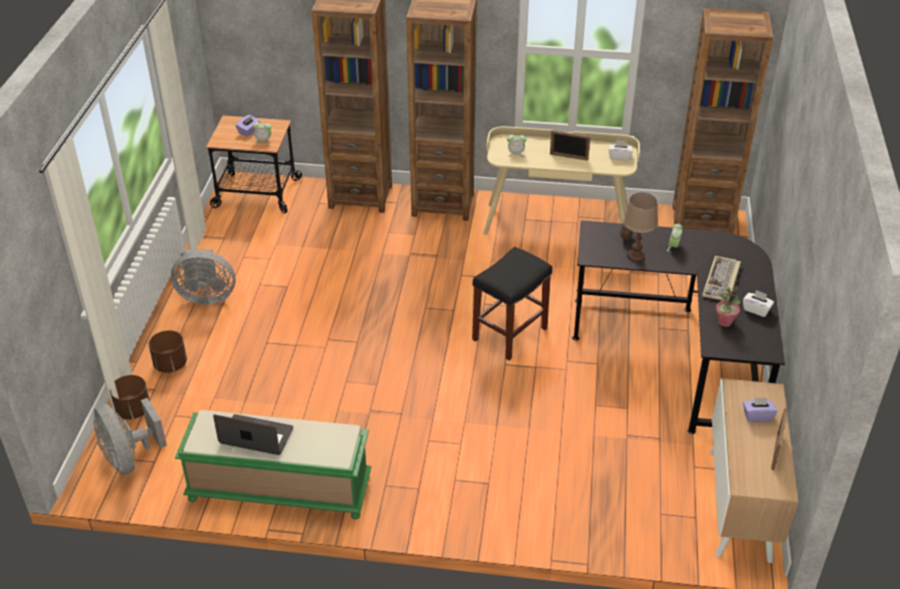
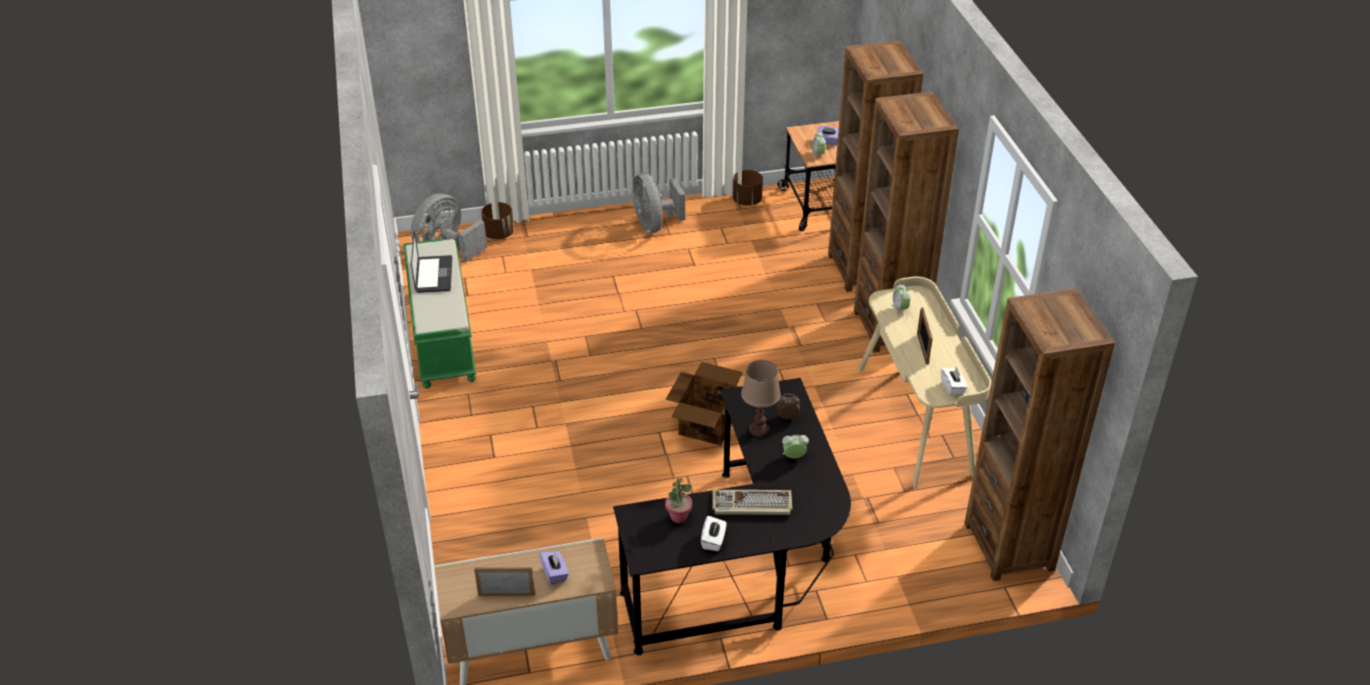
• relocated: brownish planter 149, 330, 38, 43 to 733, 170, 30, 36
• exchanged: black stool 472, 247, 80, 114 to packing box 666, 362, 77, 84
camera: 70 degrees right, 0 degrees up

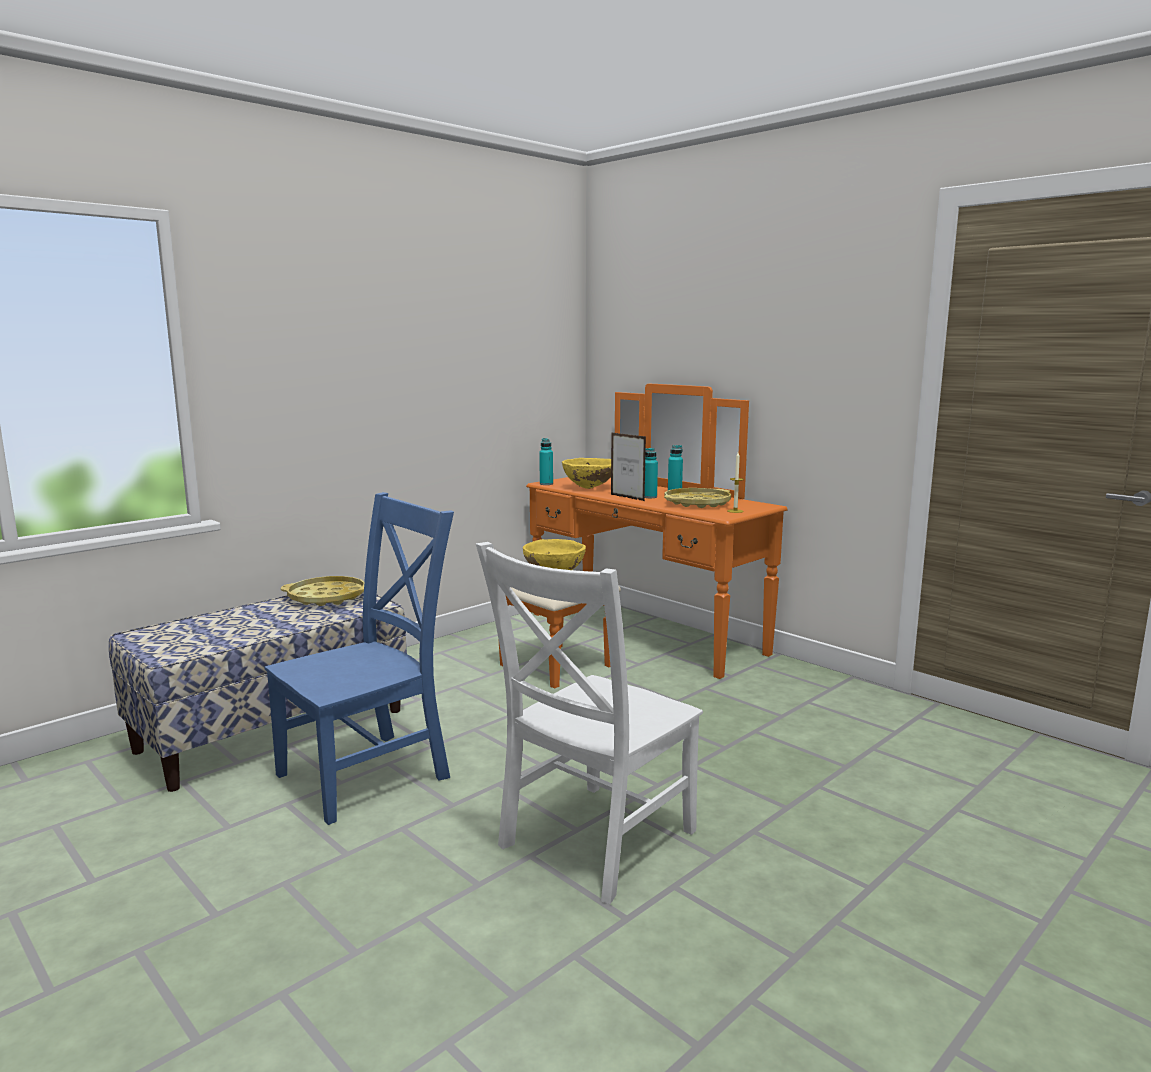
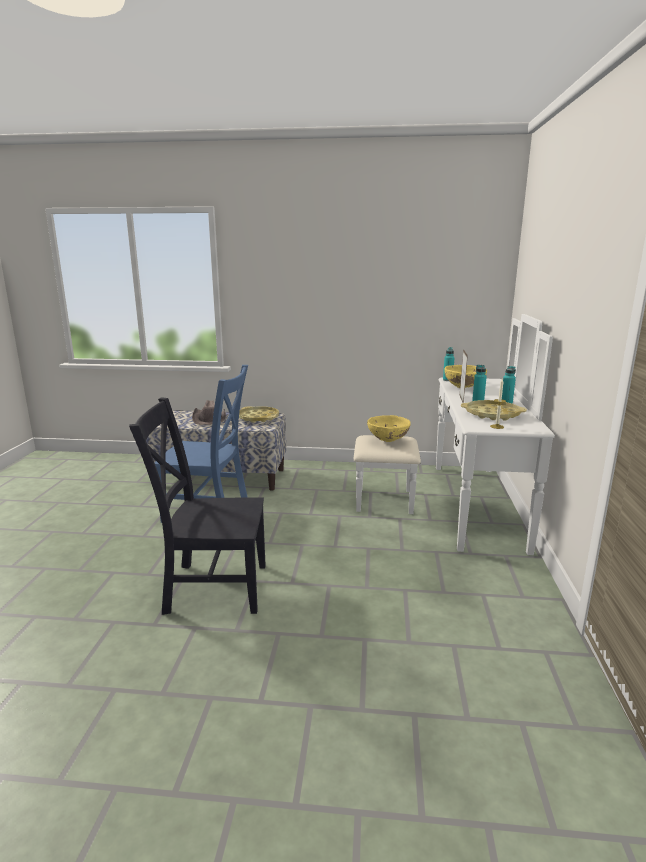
• colour: whitish chair 476, 542, 227, 362 to black chair 129, 397, 137, 218
• colour: orangey chest of drawers 498, 384, 289, 305 to whitish chest of drawers 354, 314, 201, 241
• appeared: brownish wearable hat 192, 400, 34, 25
camera: 50 degrees right, 5 degrees up

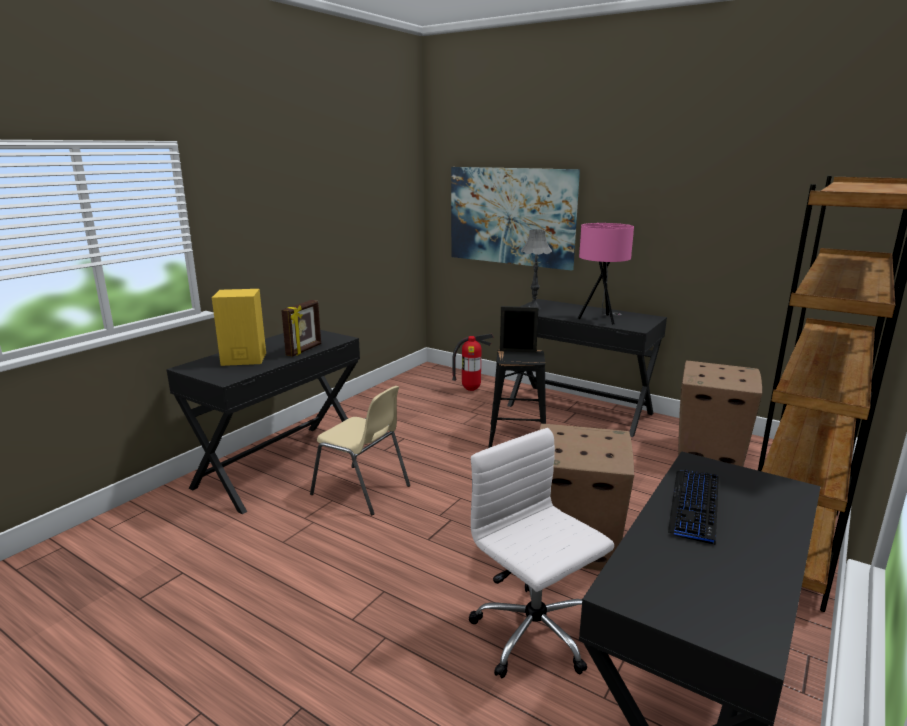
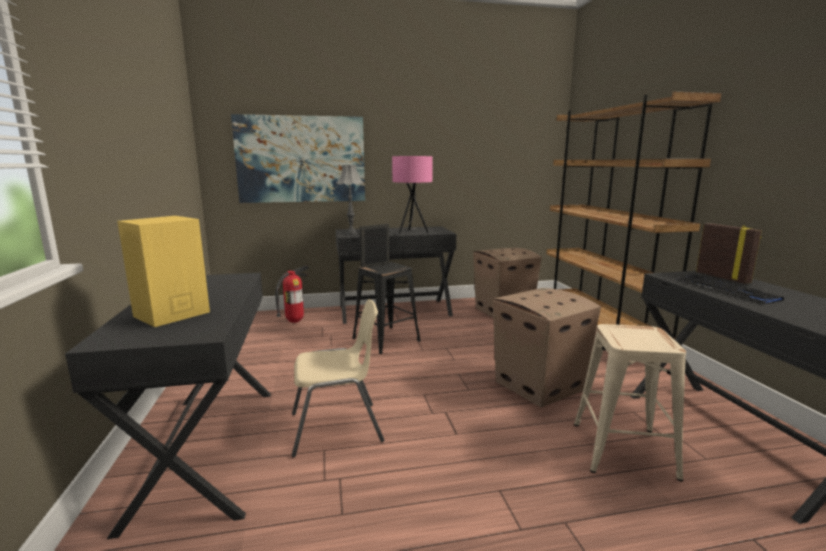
• relocated: picture frame 281, 300, 40, 57 to 696, 223, 66, 61
• exchanged: whitish office chair 468, 428, 146, 250 to beige stool 574, 324, 112, 157
camera: 45 degrees left, 5 degrees down

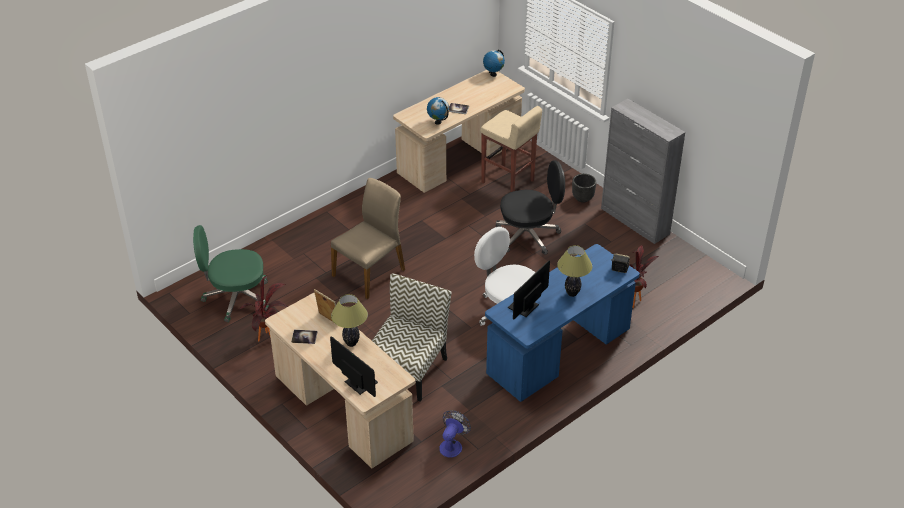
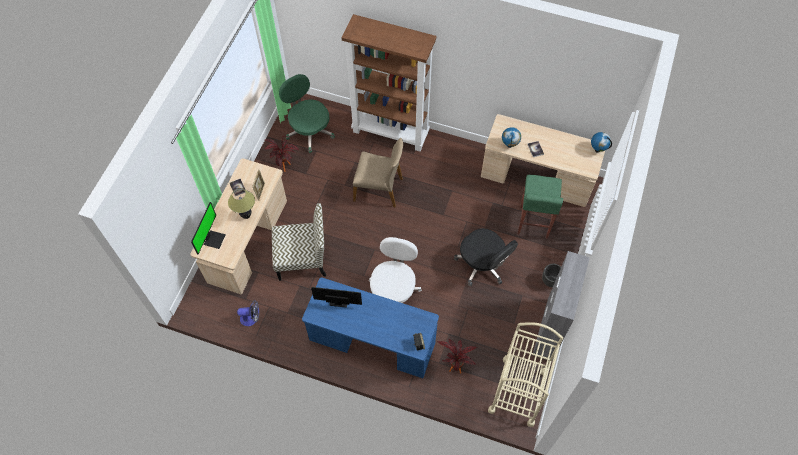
• colour: beige stool 480, 106, 62, 86 to greenish stool 517, 175, 46, 64
• missing: lamp for a table 557, 245, 35, 52
• appeared: brownish bookcase 342, 14, 94, 138
• appeared: beige wheeled cart 488, 322, 75, 105
camera: 60 degrees right, 20 degrees up

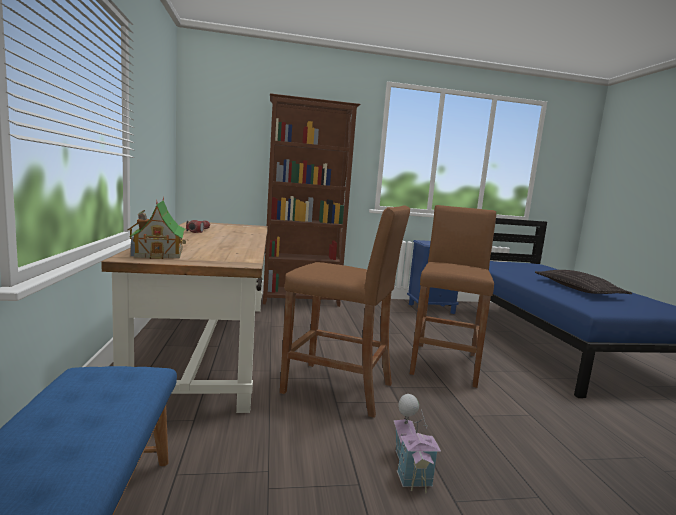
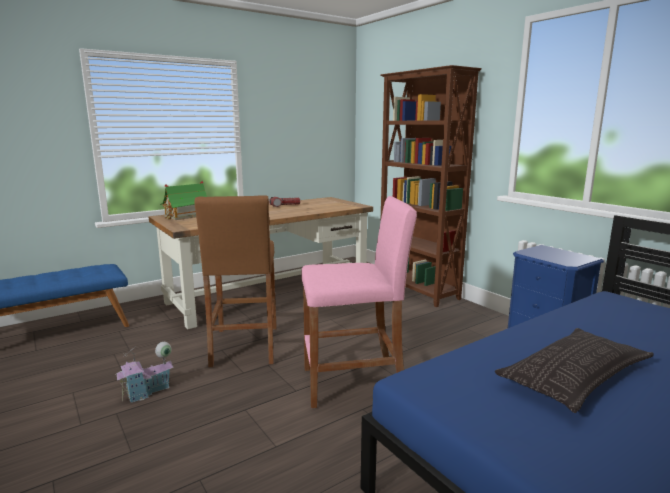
• colour: brownish stool 410, 205, 86, 183 to pinkish stool 301, 196, 116, 212
camera: 65 degrees right, 5 degrees up

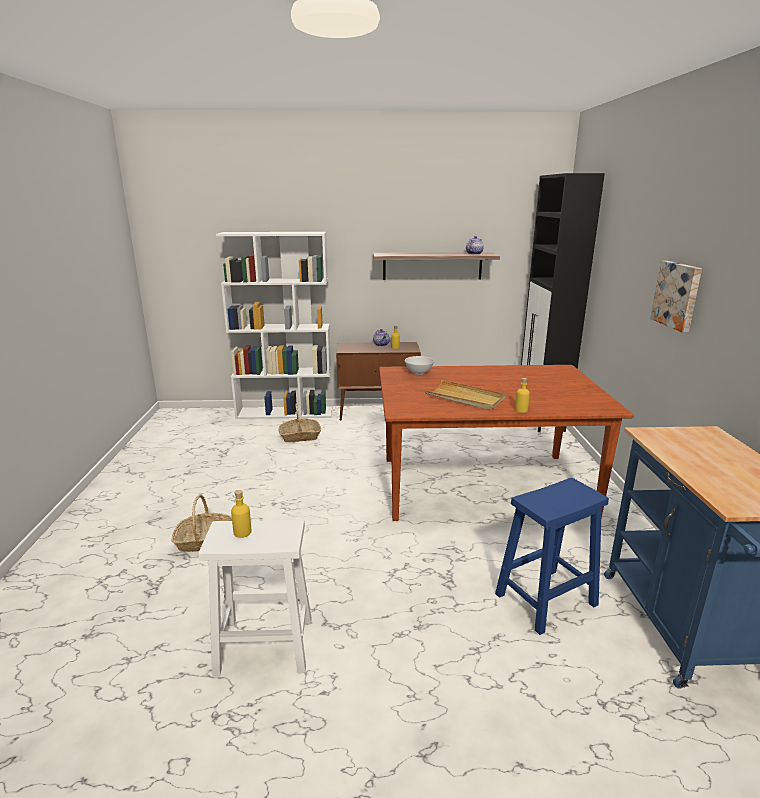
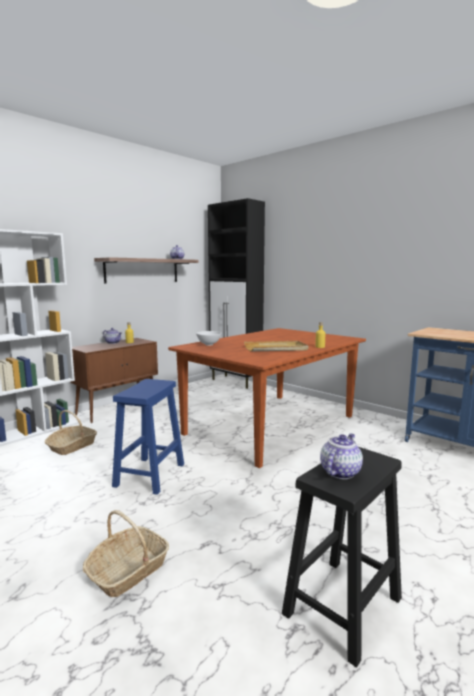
• colour: whitish stool 198, 519, 114, 157 to black stool 282, 447, 120, 221
• exchanged: yellowish drink bottle 231, 490, 21, 48 to tea pot 320, 433, 43, 46
• relocated: blue-coloured stool 495, 478, 114, 157 to 112, 379, 72, 116
• missing: wall art 650, 261, 52, 71
camera: 45 degrees left, 10 degrees down

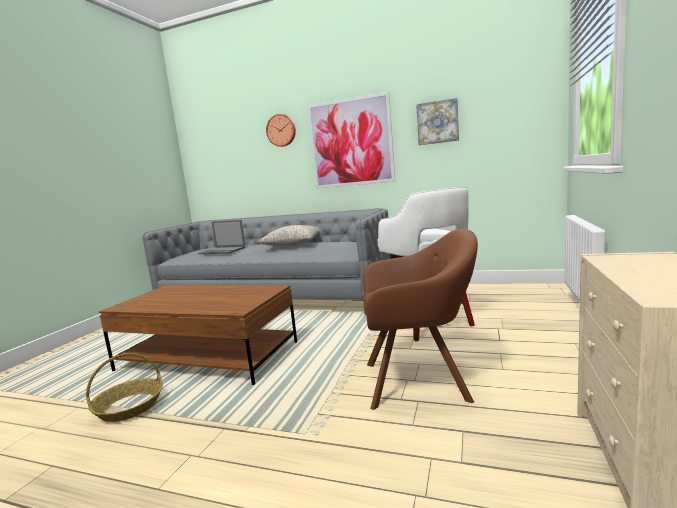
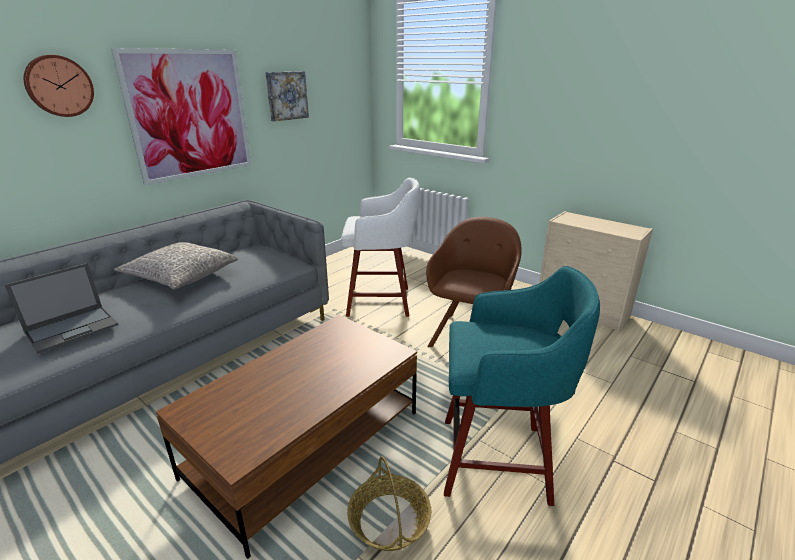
• appeared: turquoise stool 444, 266, 156, 240
camera: 70 degrees left, 15 degrees up

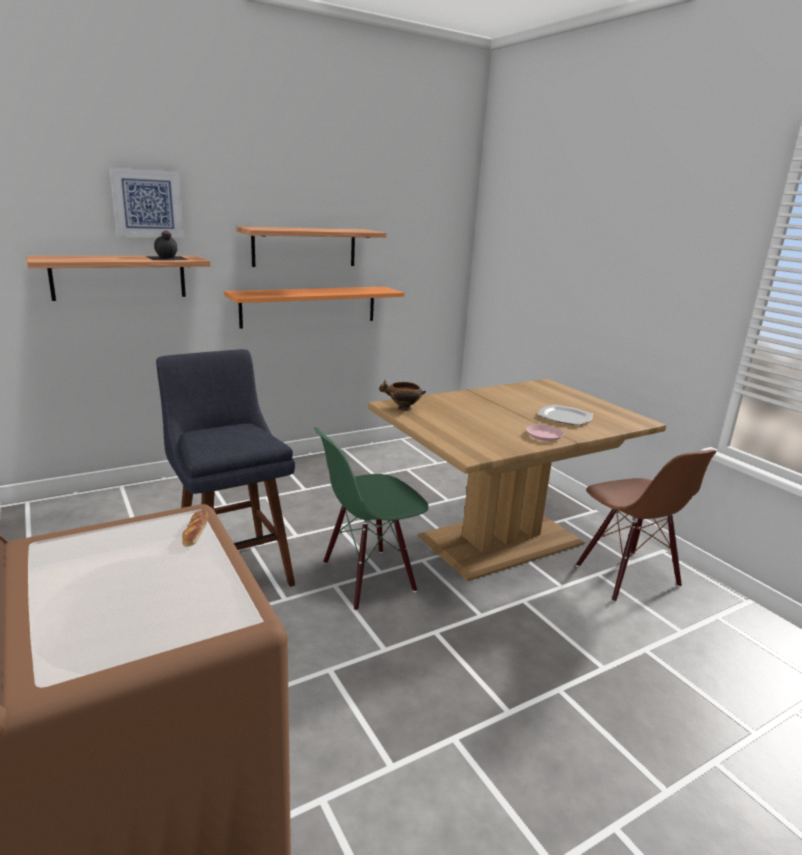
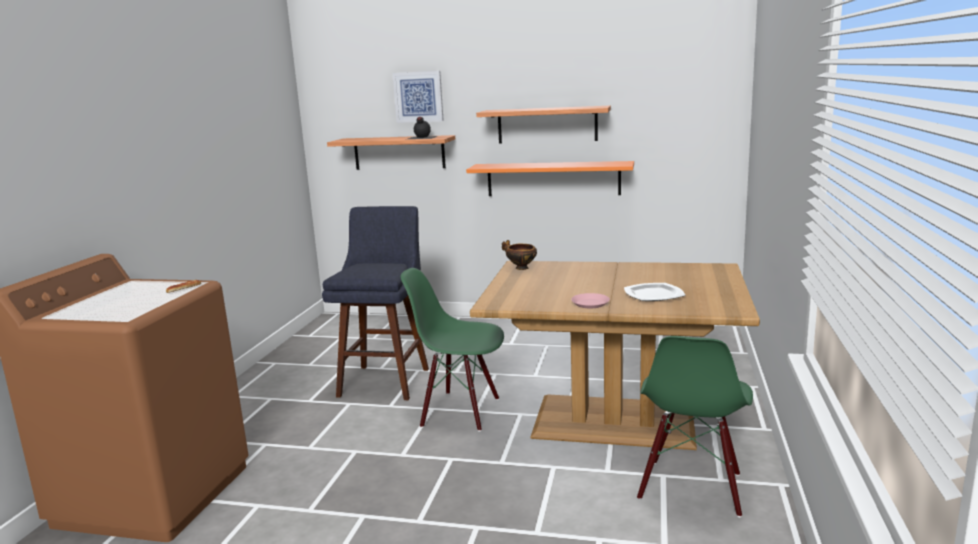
• colour: brownish chair 576, 450, 141, 152 to greenish chair 637, 336, 116, 181
camera: 45 degrees right, 5 degrees down

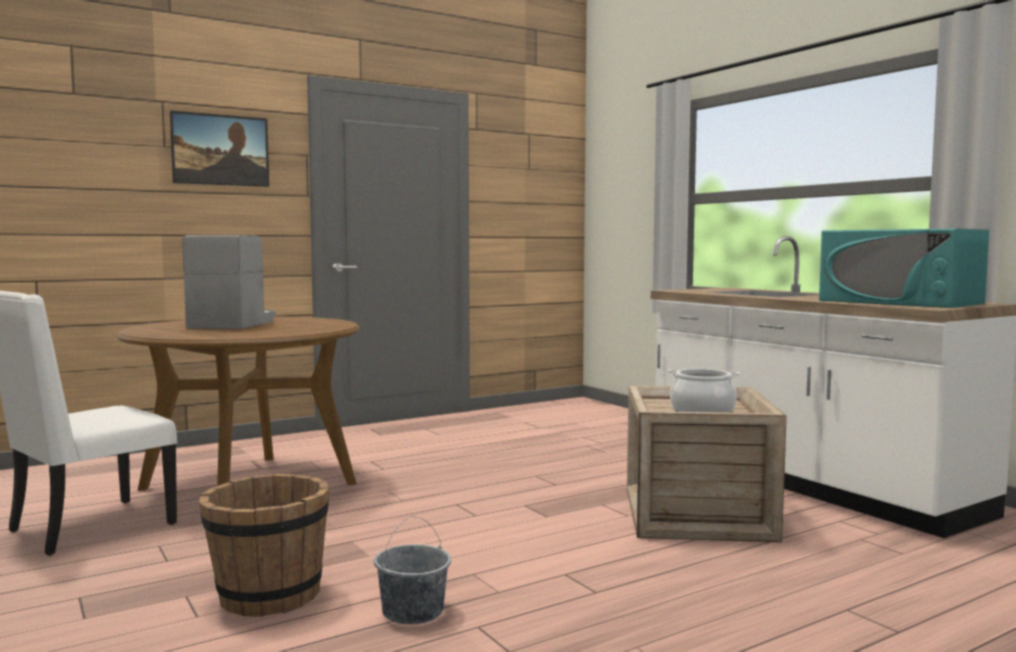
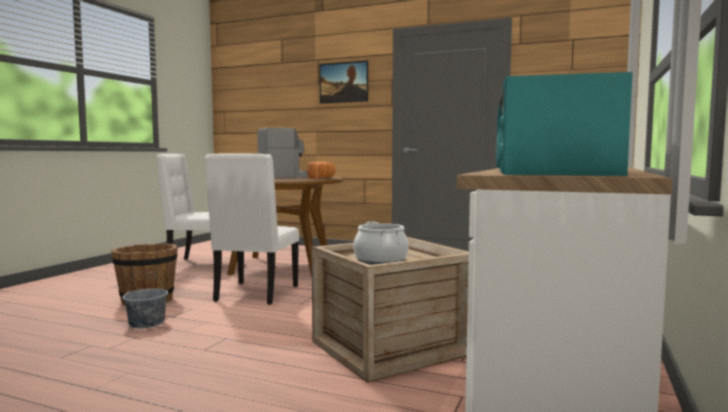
• appeared: whitish chair 205, 154, 94, 151
• appeared: baked bread 307, 162, 29, 17
camera: 55 degrees right, 0 degrees up

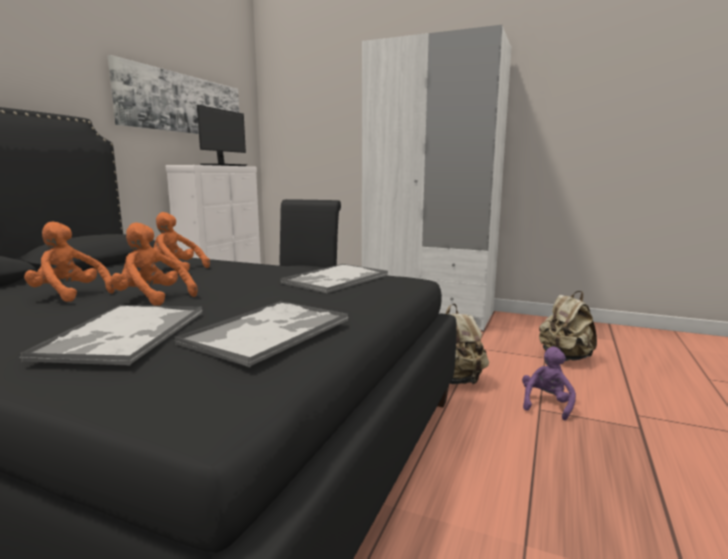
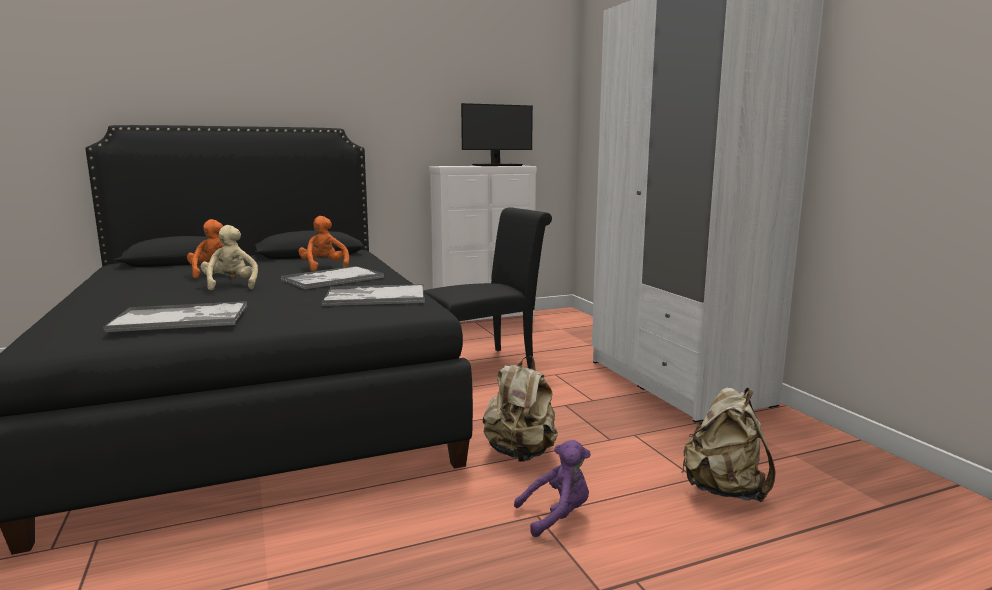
• relocated: serving tray 19, 305, 184, 60 to 281, 266, 103, 24
• missing: wall art 108, 55, 131, 79
• colour: orangey soft toy 111, 222, 87, 84 to beige soft toy 201, 225, 57, 65
camera: 45 degrees right, 0 degrees up

